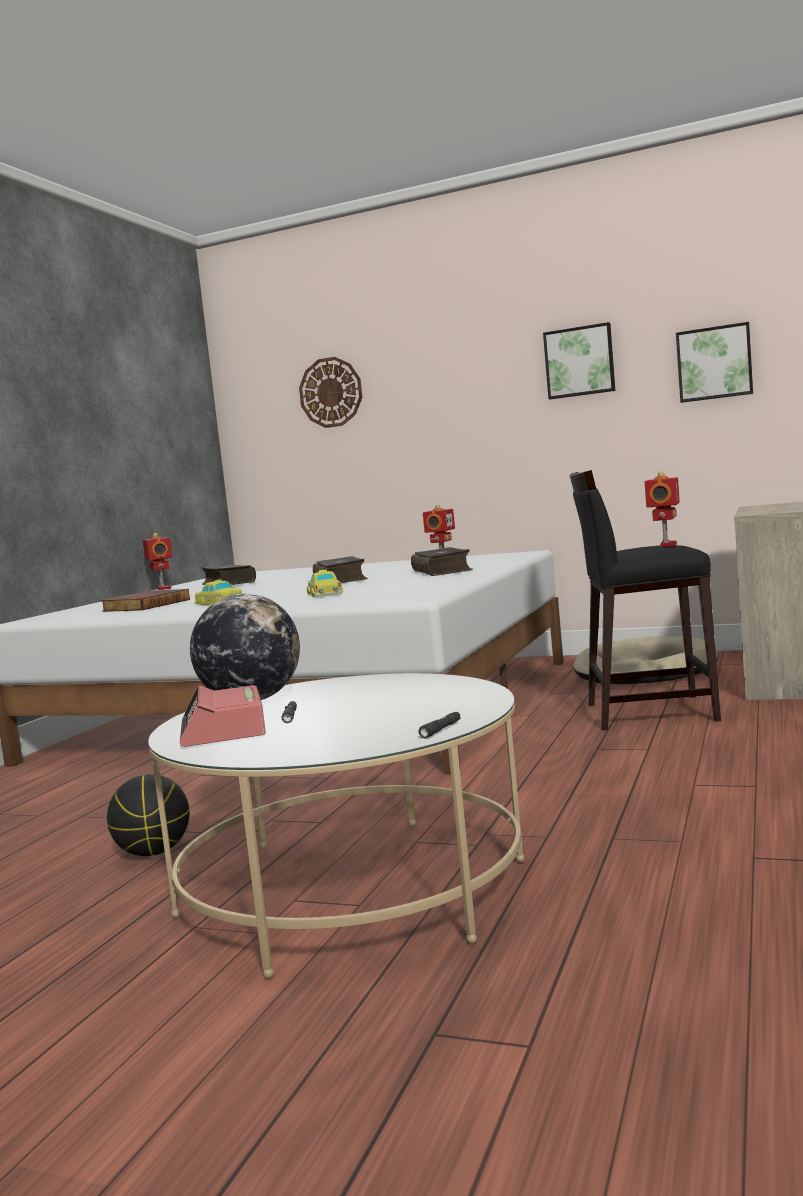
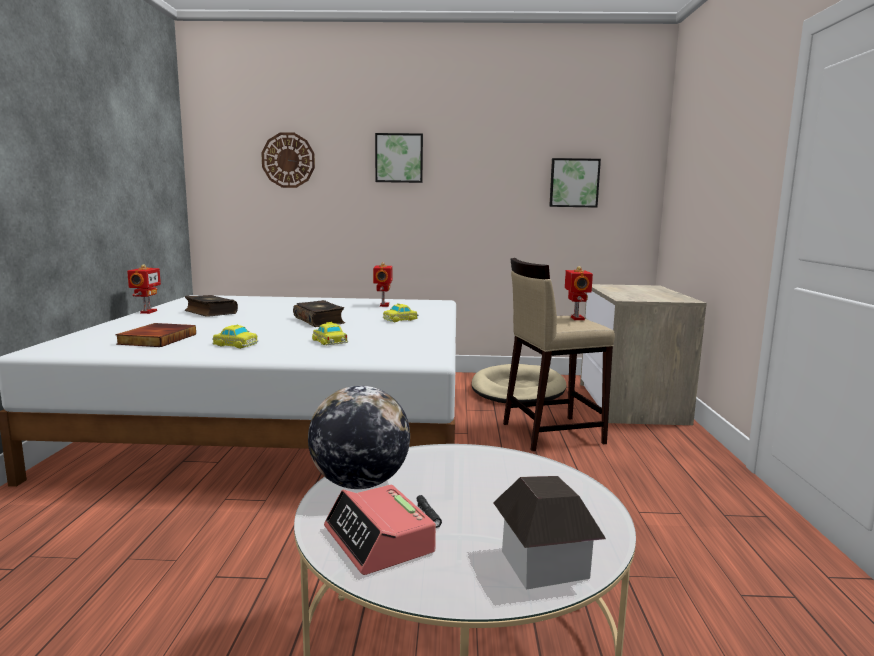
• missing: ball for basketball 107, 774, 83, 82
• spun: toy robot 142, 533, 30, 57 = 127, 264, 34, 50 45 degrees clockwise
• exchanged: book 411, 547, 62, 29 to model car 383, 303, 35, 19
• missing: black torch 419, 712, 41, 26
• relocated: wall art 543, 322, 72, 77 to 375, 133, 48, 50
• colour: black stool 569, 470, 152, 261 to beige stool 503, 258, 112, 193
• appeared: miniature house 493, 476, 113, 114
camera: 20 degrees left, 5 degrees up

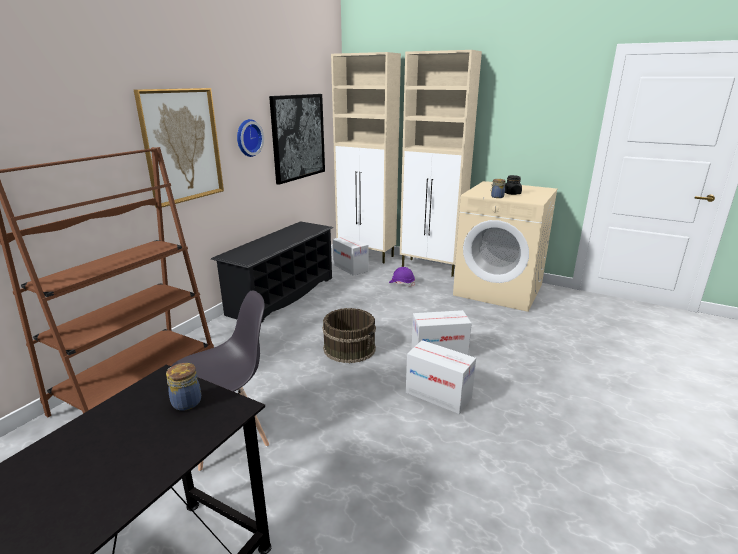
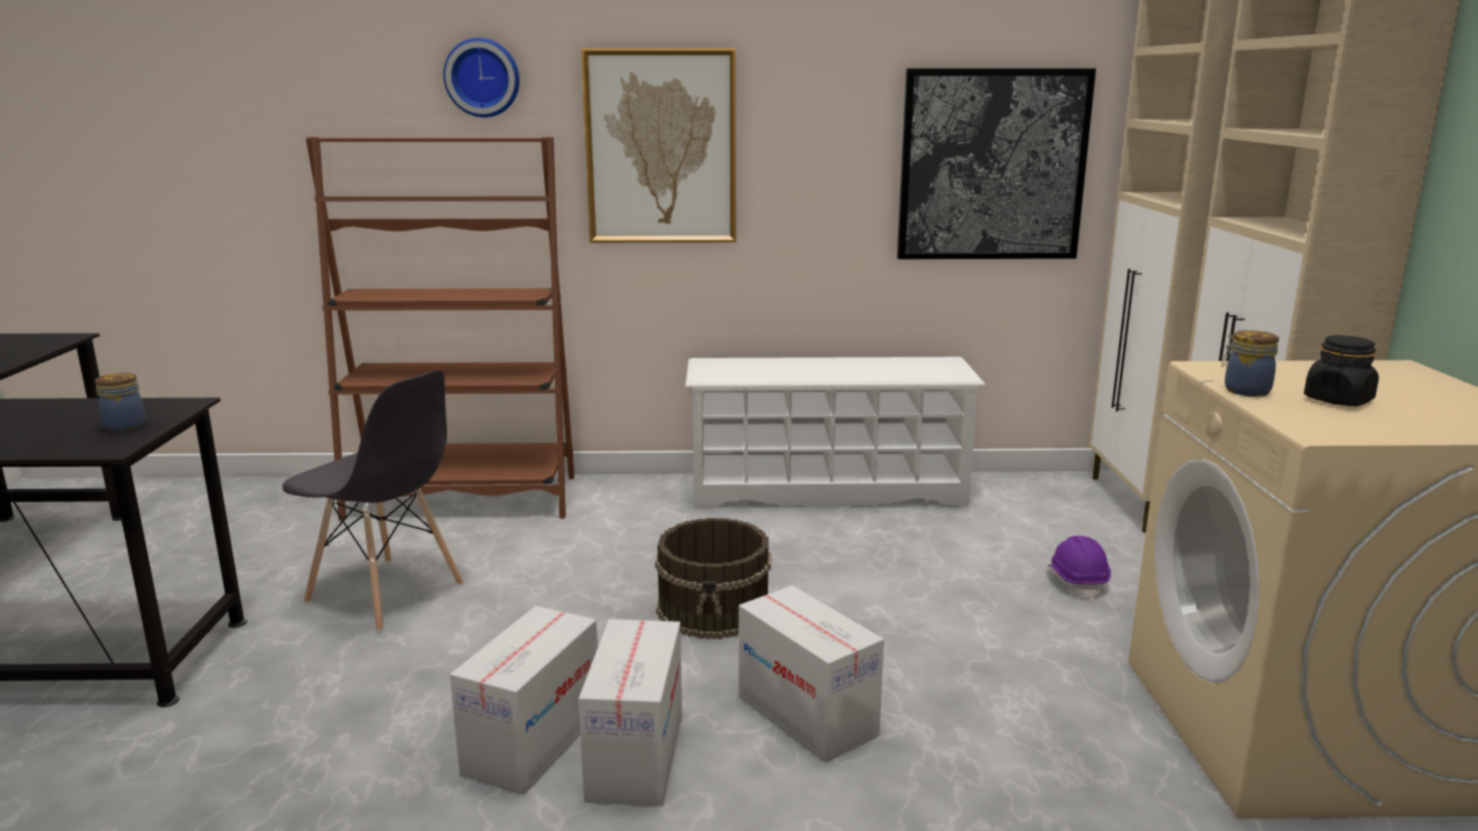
• colour: black shoe rack 211, 221, 122, 102 to whitish shoe rack 685, 357, 300, 152
• relocated: wall clock 237, 119, 27, 38 to 443, 38, 76, 79
• relocated: packing box 333, 236, 35, 40 to 450, 606, 148, 189
camera: 60 degrees right, 5 degrees down

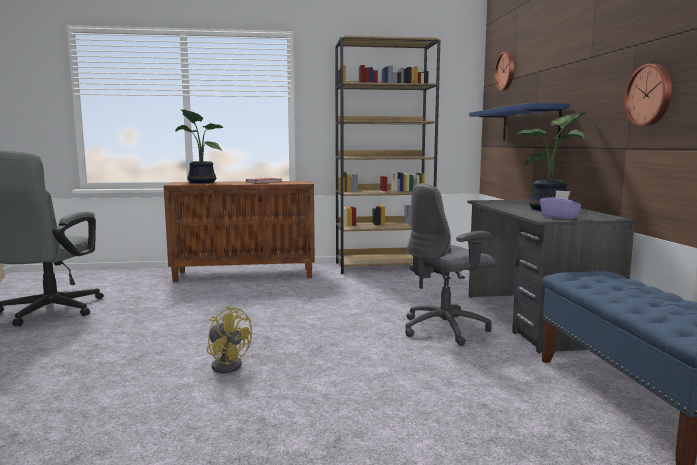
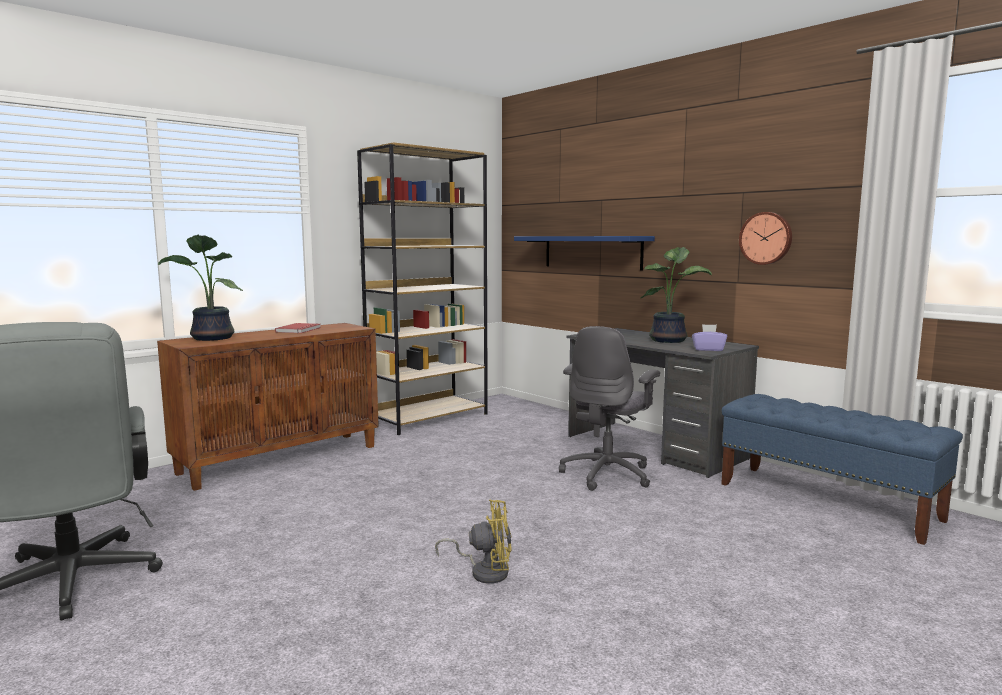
• missing: wall clock 495, 52, 19, 39
camera: 35 degrees left, 0 degrees up

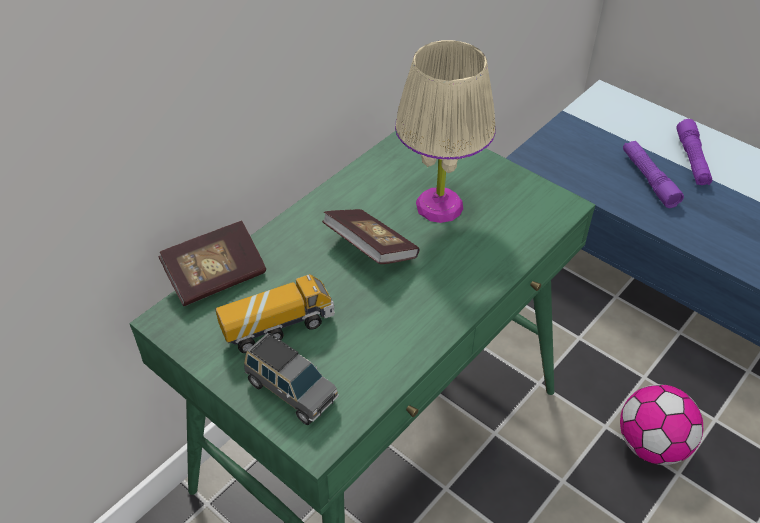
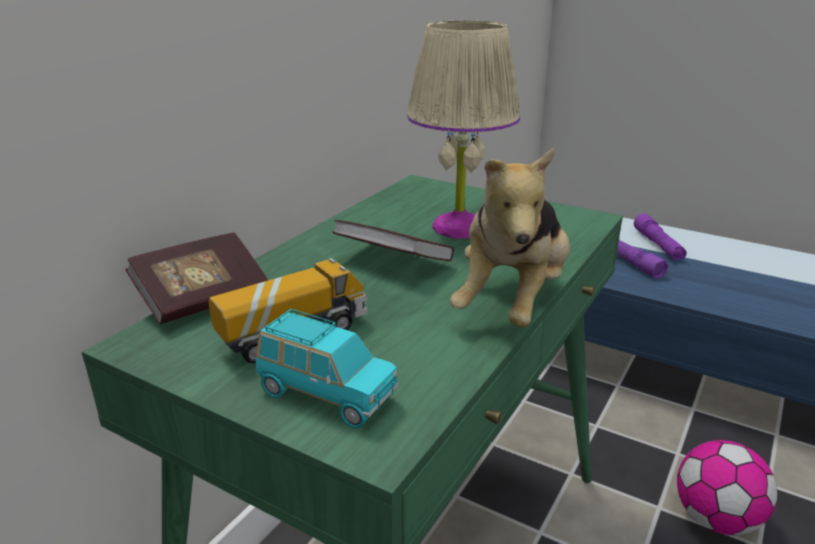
• colour: greyish model car 244, 333, 95, 92 to turquoise model car 256, 309, 143, 120
• appeared: soft toy 450, 147, 120, 180
camera: 10 degrees left, 20 degrees down

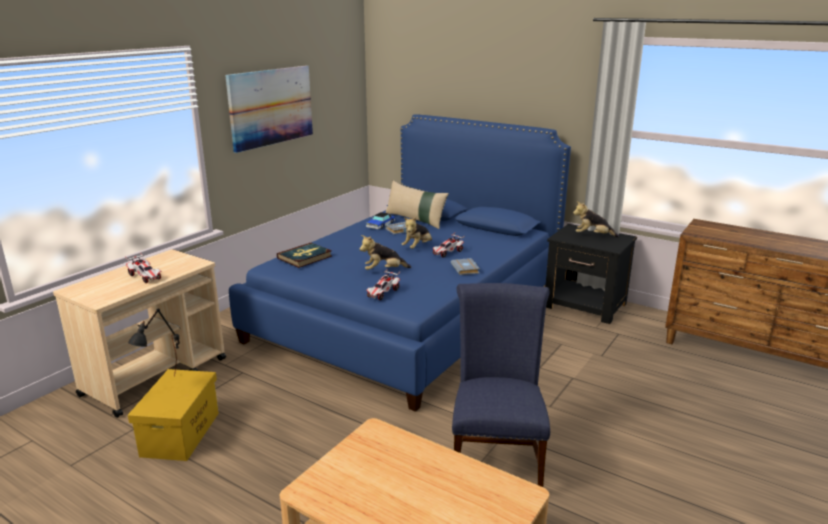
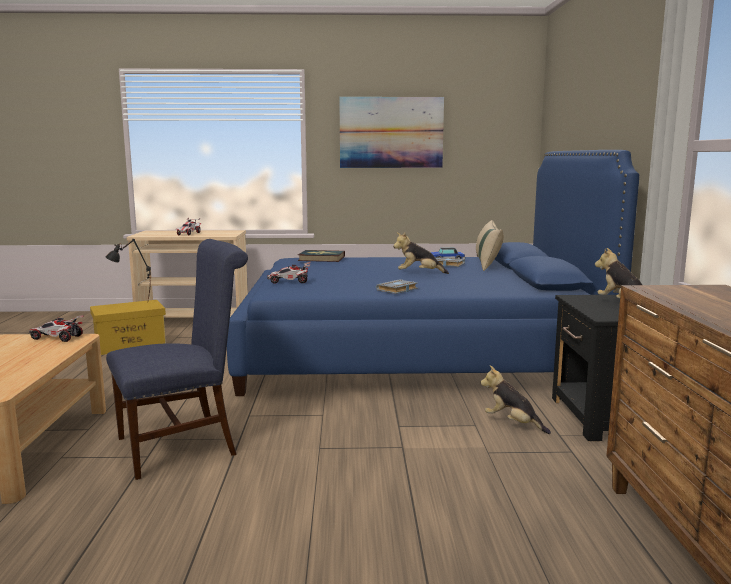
• relocated: soft toy 360, 235, 51, 35 to 480, 366, 71, 68
• relocated: model car 432, 233, 32, 25 to 29, 315, 55, 27
camera: 55 degrees right, 10 degrees down

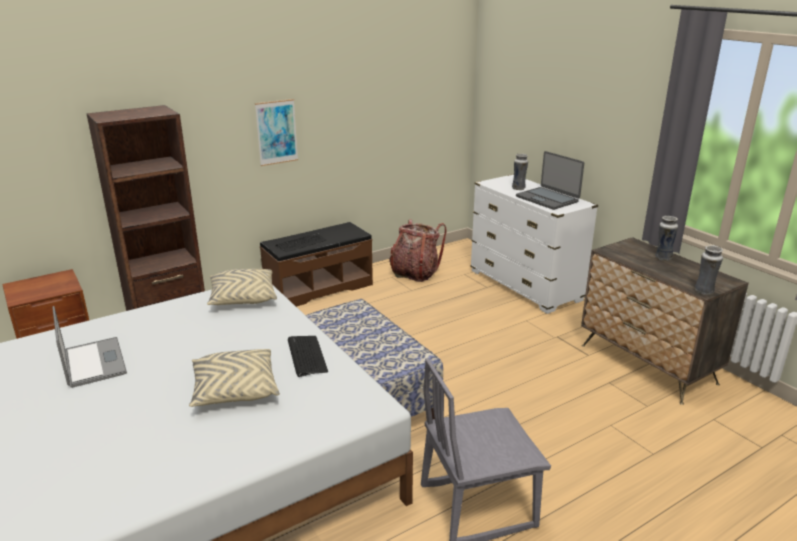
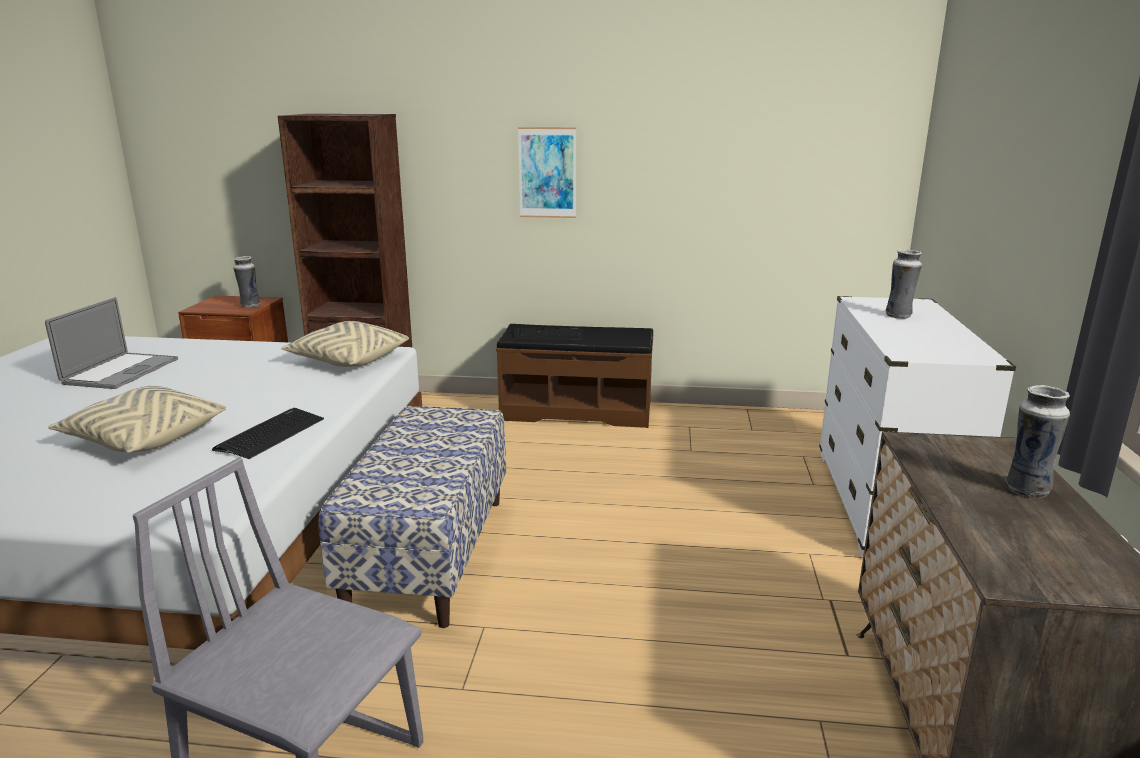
• missing: knapsack 389, 219, 58, 63
• missing: laptop 516, 151, 68, 59
• relocated: vase 695, 245, 28, 50 to 233, 256, 27, 52
camera: 40 degrees right, 5 degrees down

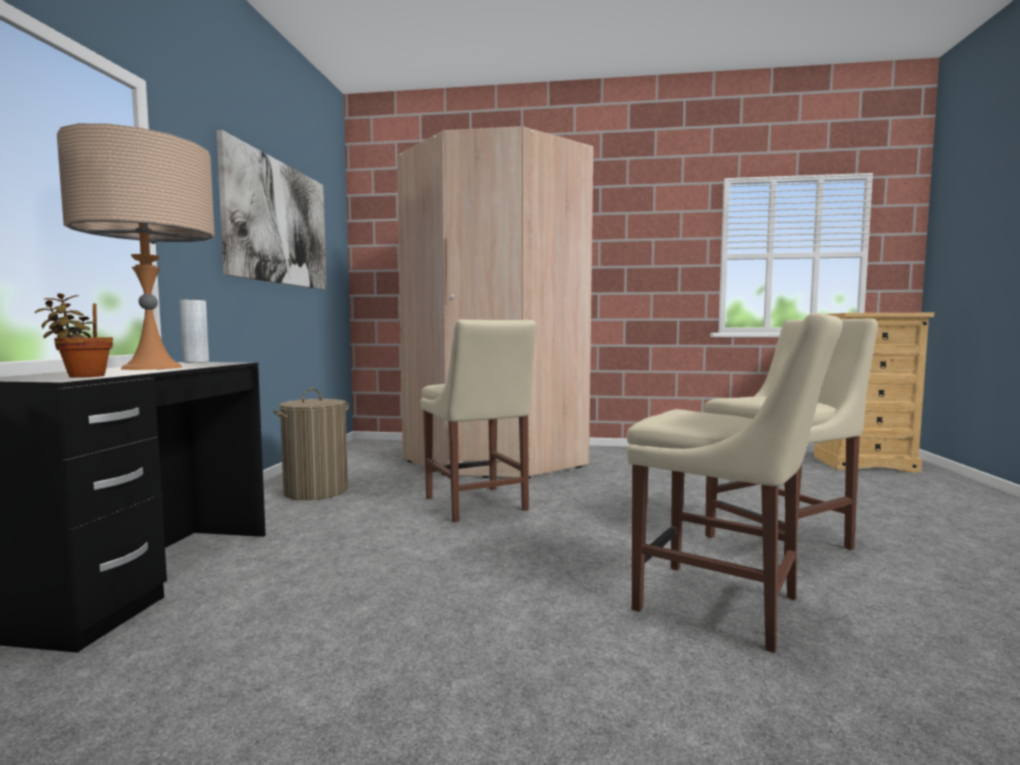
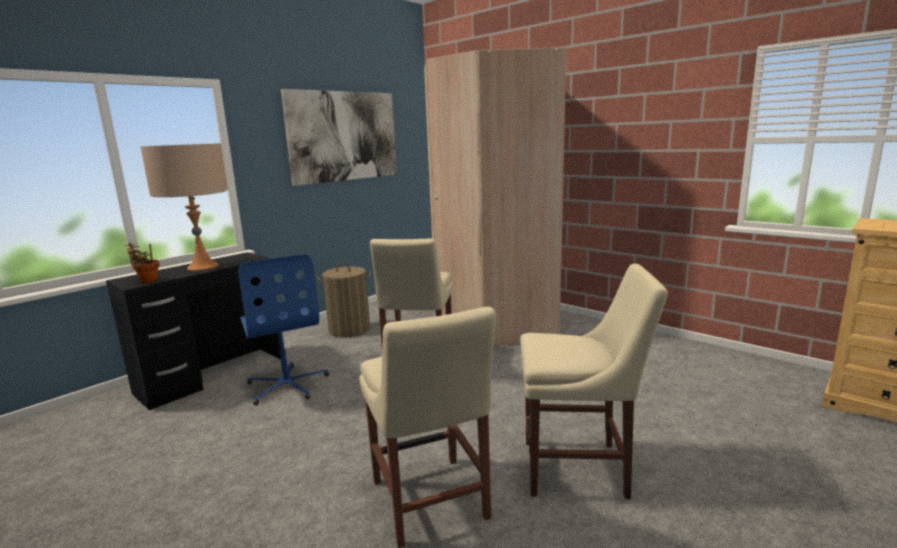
• missing: greyish vase 179, 299, 30, 64
• appeared: blue-coloured office chair 238, 254, 91, 151
camera: 35 degrees right, 10 degrees up

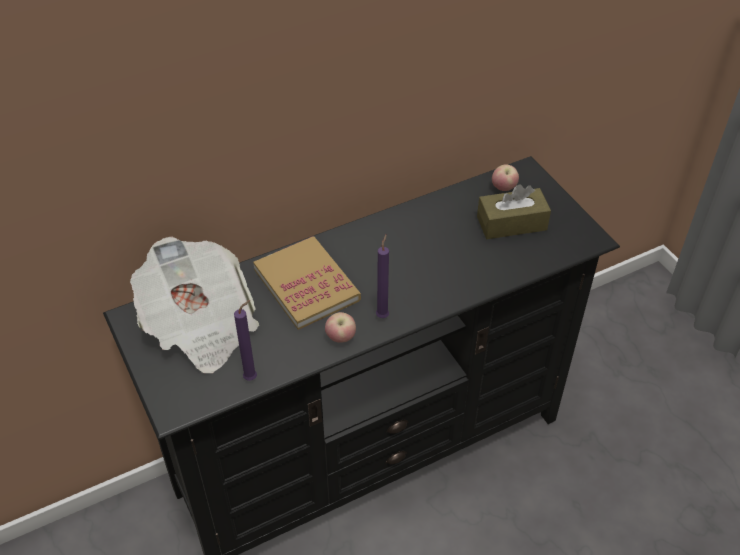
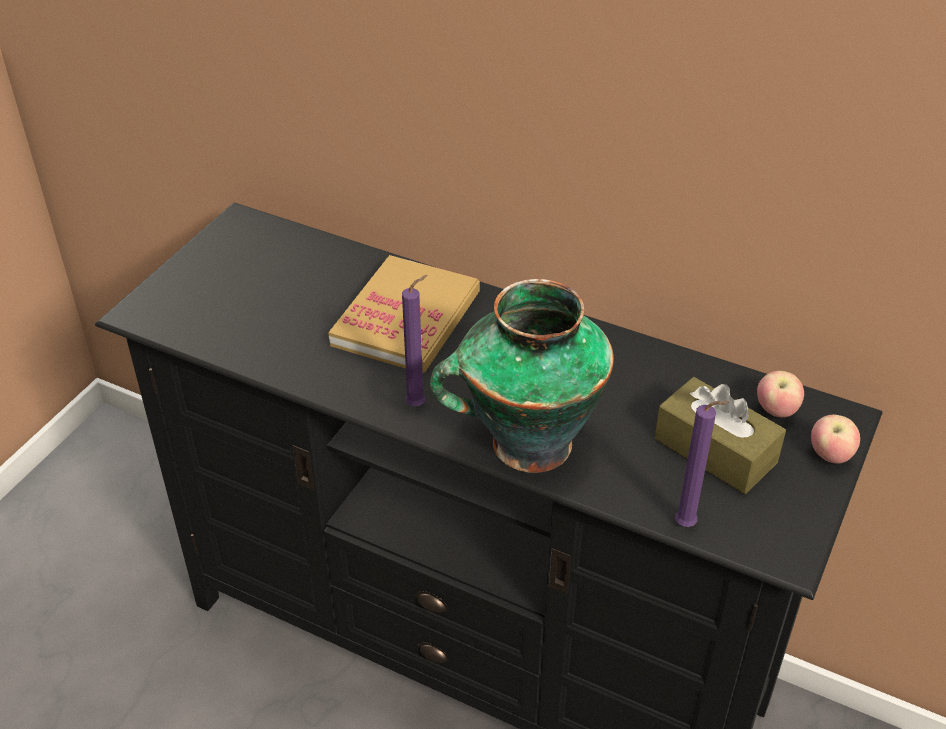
• missing: printed paper 130, 237, 129, 136
• relocated: purple wax candle 234, 300, 23, 81 to 675, 401, 55, 126
• relocated: apple fruit 325, 312, 31, 31 to 811, 415, 49, 49
• appeared: vase 430, 279, 184, 194
camera: 55 degrees right, 5 degrees down

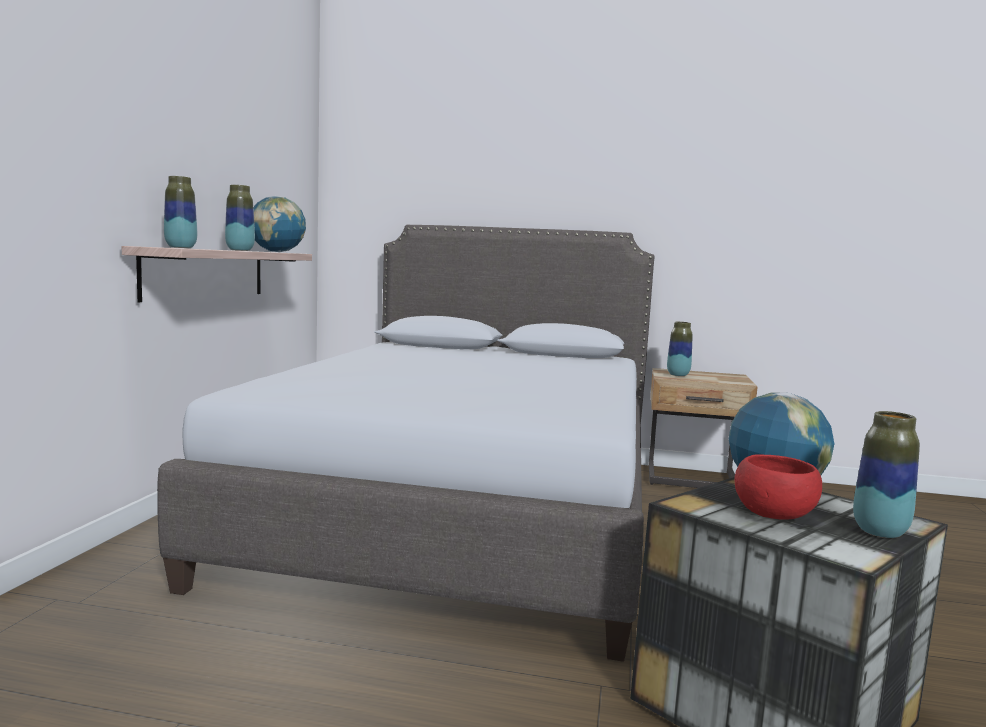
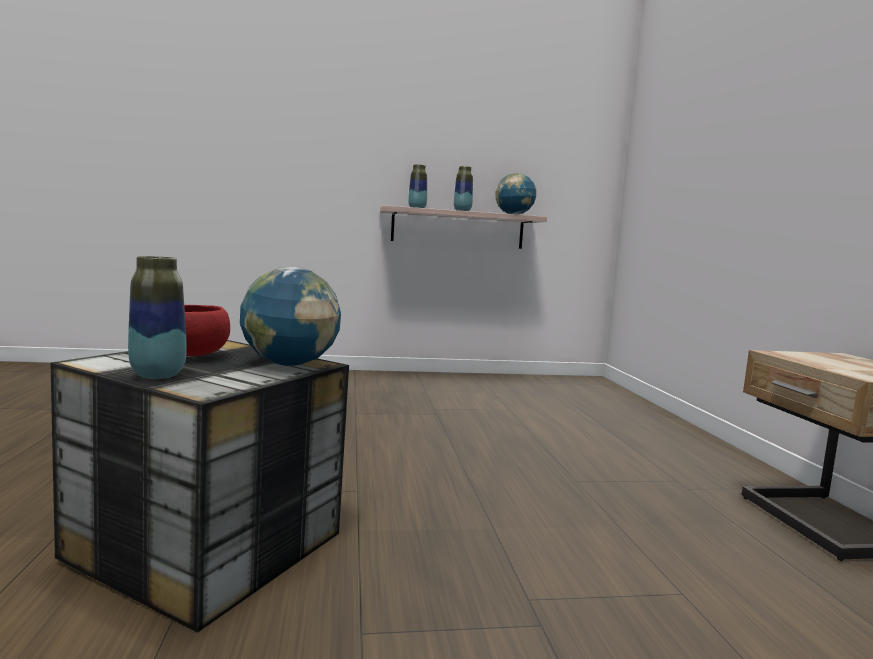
• missing: greyish sleeping bed 157, 225, 498, 437
• missing: vase 667, 322, 26, 54
camera: 70 degrees right, 0 degrees up

